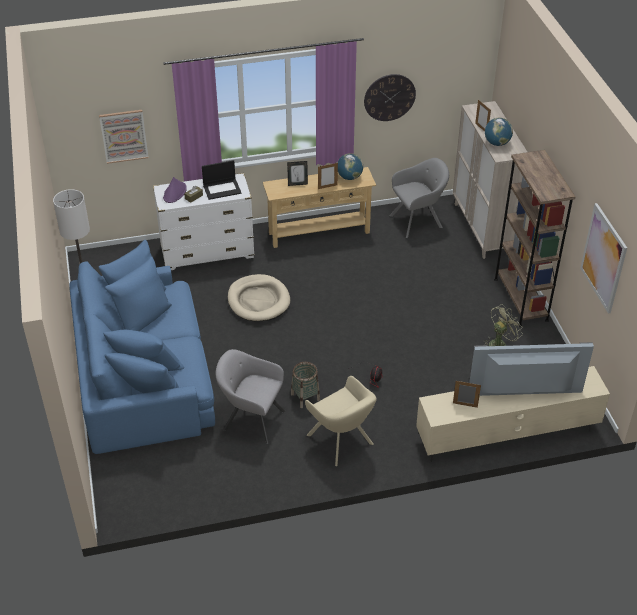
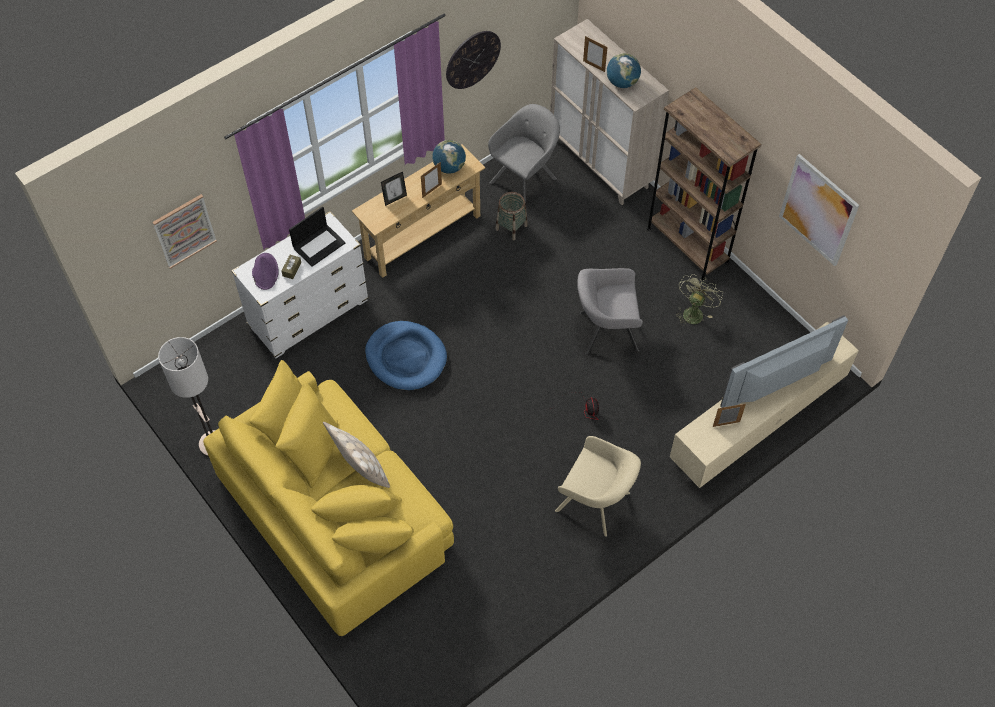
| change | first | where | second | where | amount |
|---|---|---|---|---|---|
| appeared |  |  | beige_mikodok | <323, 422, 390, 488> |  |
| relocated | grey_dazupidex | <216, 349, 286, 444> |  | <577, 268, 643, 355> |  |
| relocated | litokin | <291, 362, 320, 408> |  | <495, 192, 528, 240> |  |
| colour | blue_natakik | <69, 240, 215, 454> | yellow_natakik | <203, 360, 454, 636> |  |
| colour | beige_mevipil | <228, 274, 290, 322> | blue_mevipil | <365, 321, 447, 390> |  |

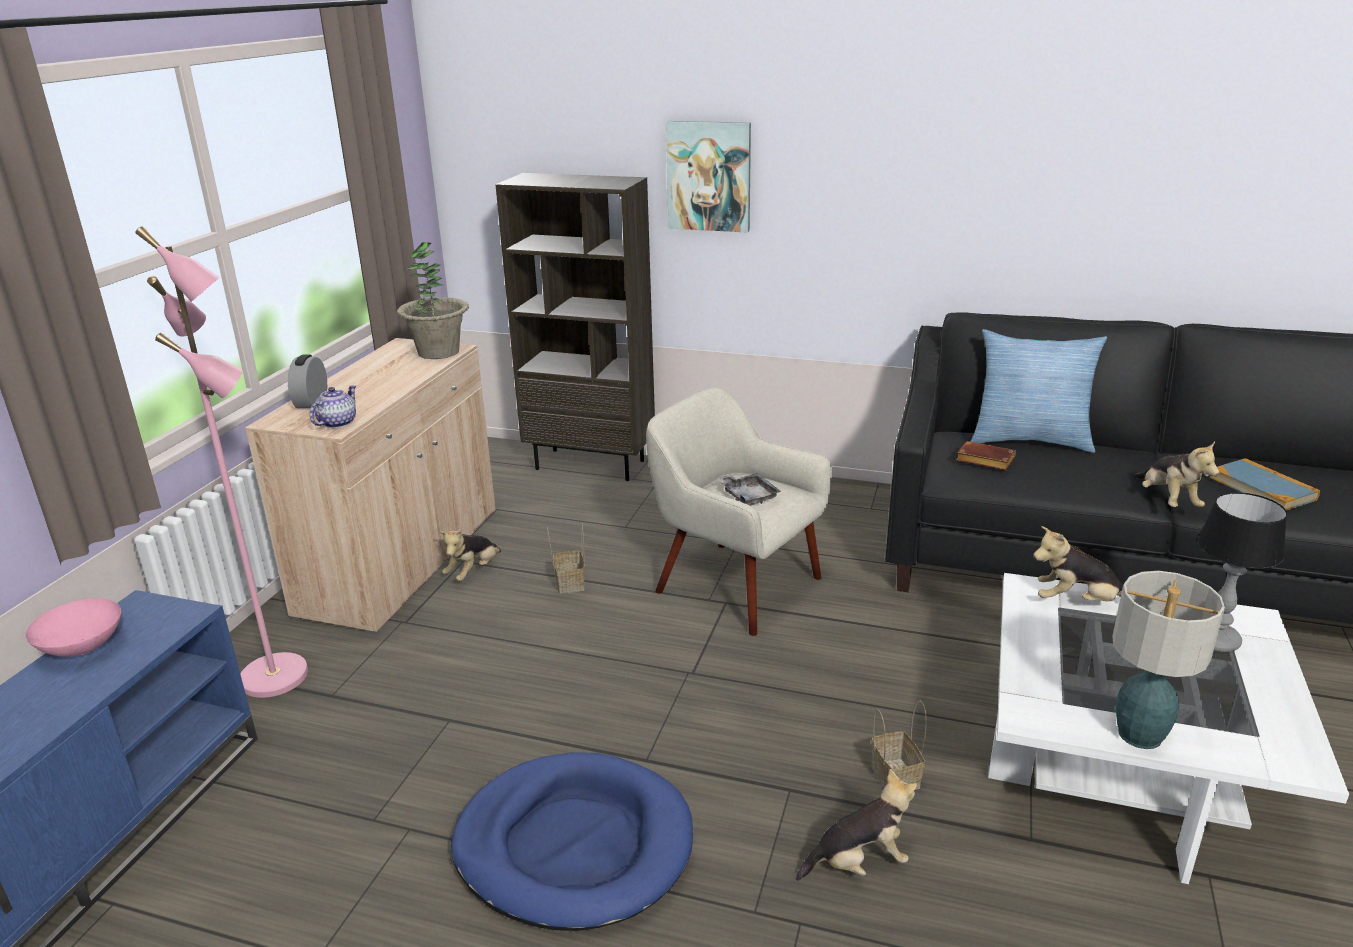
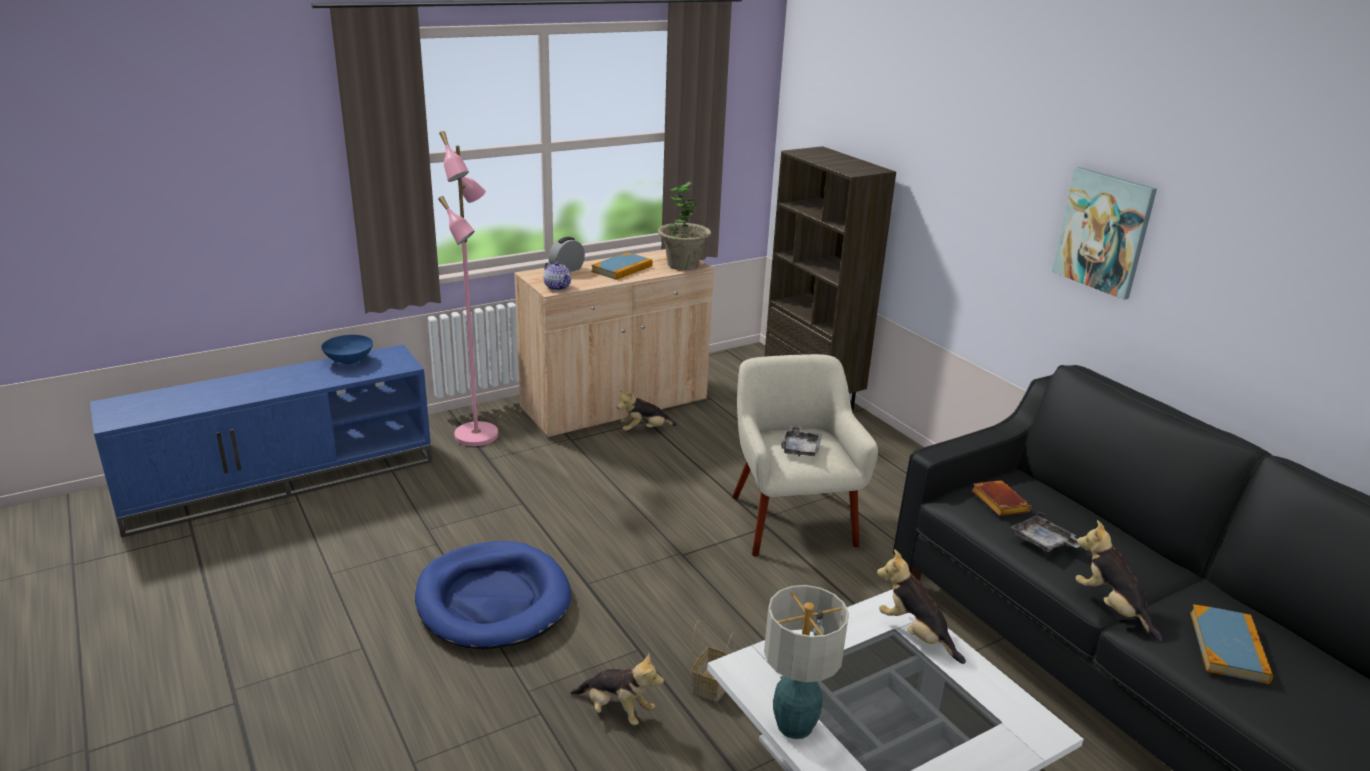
| change | first | where | second | where | amount |
|---|---|---|---|---|---|
| missing | litokin | <547, 523, 585, 594> |  |  |  |
| missing | mikodok | <971, 329, 1107, 453> |  |  |  |
| missing | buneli | <1197, 492, 1287, 652> |  |  |  |
| appeared |  |  | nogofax | <592, 252, 653, 280> |  |
| appeared |  |  | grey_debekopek | <1011, 511, 1080, 552> |  |
| relocated | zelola | <666, 121, 751, 233> |  | <1052, 167, 1157, 300> |  |
| colour | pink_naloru | <26, 598, 121, 657> | blue_naloru | <321, 335, 373, 365> |  |
| spun | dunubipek | <310, 385, 356, 428> |  | <544, 262, 571, 291> | 75 degrees clockwise |
| spun | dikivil | <1134, 441, 1220, 507> |  | <1076, 520, 1162, 641> | 120 degrees clockwise |

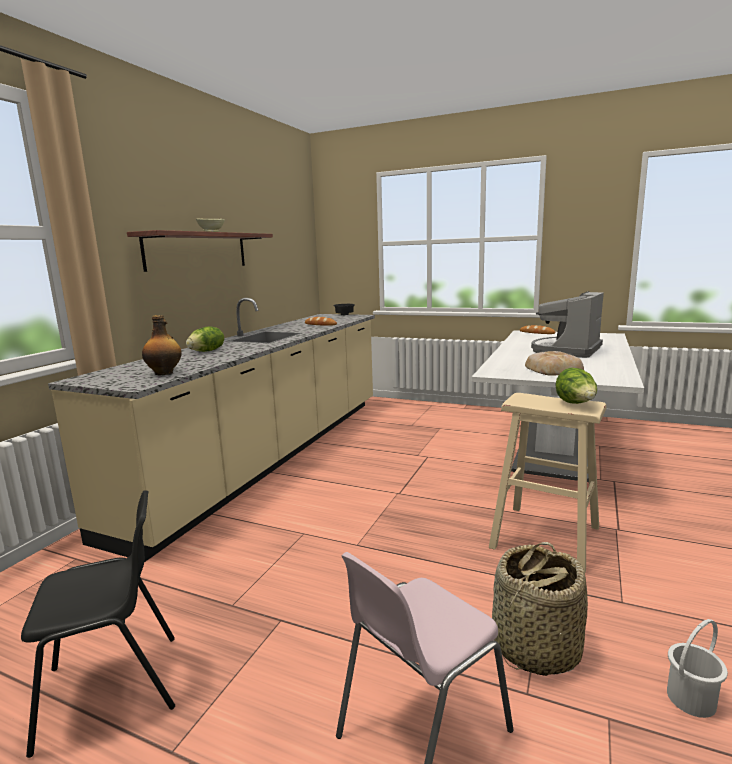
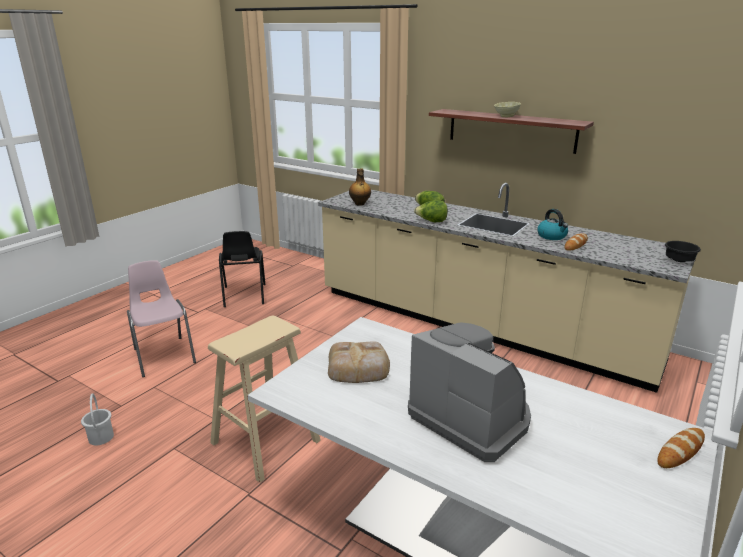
| change | first | where | second | where | amount |
|---|---|---|---|---|---|
| missing | litokin | <492, 542, 588, 676> |  |  |  |
| appeared |  |  | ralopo | <537, 209, 568, 240> |  |
| relocated | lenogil | <555, 368, 597, 404> |  | <414, 200, 448, 222> |  |

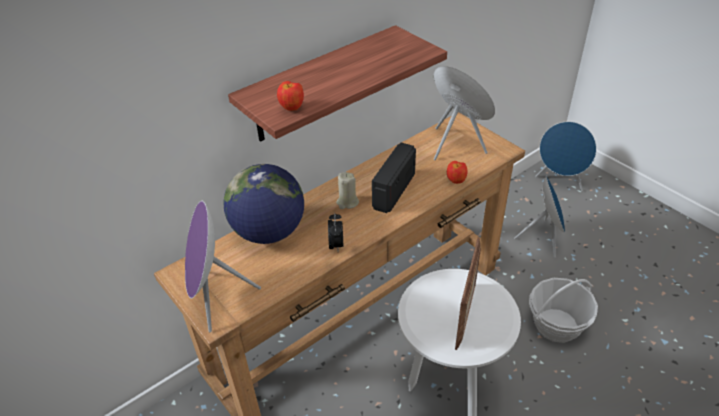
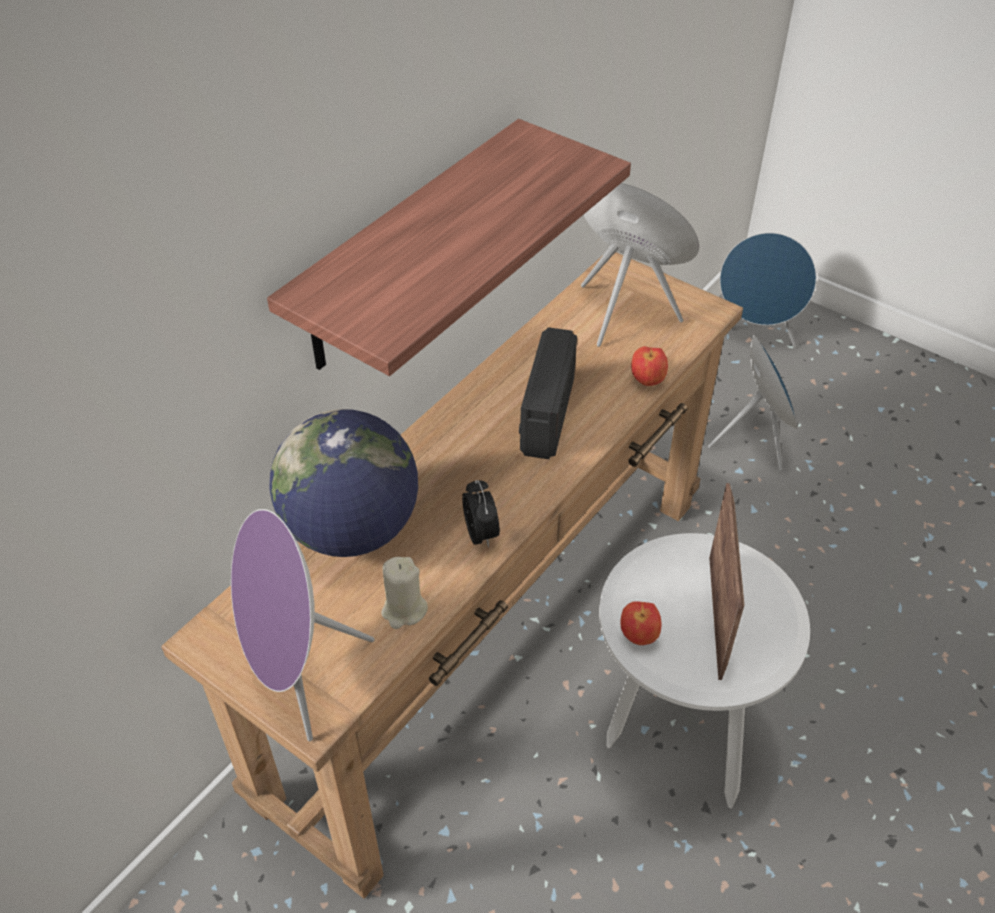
| change | first | where | second | where | amount |
|---|---|---|---|---|---|
| missing | litokin | <529, 278, 598, 343> |  |  |  |
| relocated | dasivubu | <277, 81, 304, 111> |  | <620, 602, 662, 645> |  |
| relocated | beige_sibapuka | <336, 172, 359, 209> |  | <381, 557, 428, 629> |  |

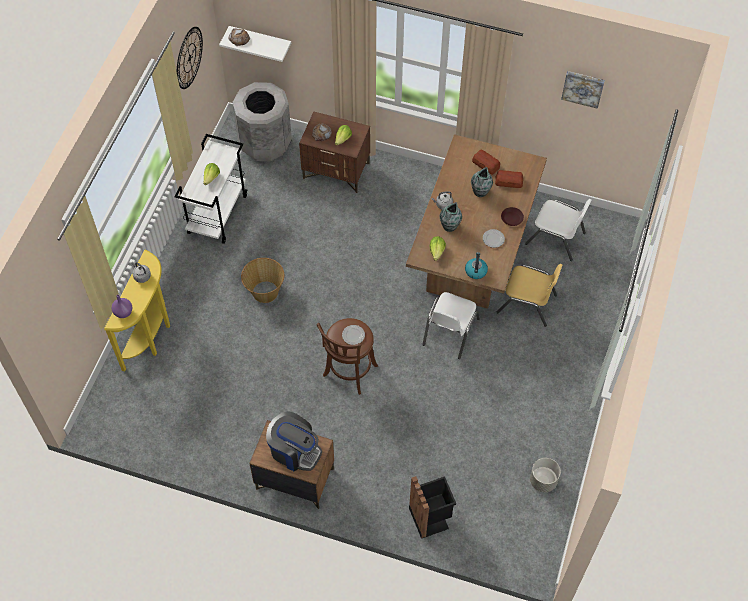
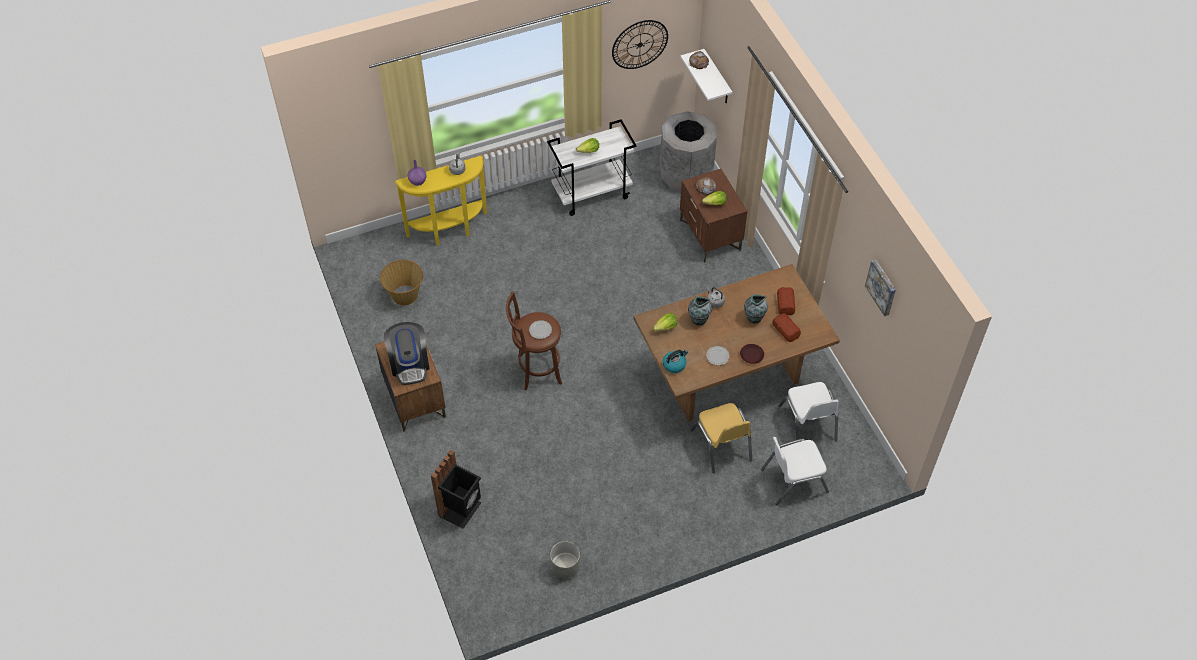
| change | first | where | second | where | amount |
|---|---|---|---|---|---|
| relocated | litokin | <241, 258, 284, 303> |  | <380, 260, 423, 306> |  |
| relocated | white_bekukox | <422, 292, 480, 359> |  | <761, 437, 829, 505> |  |

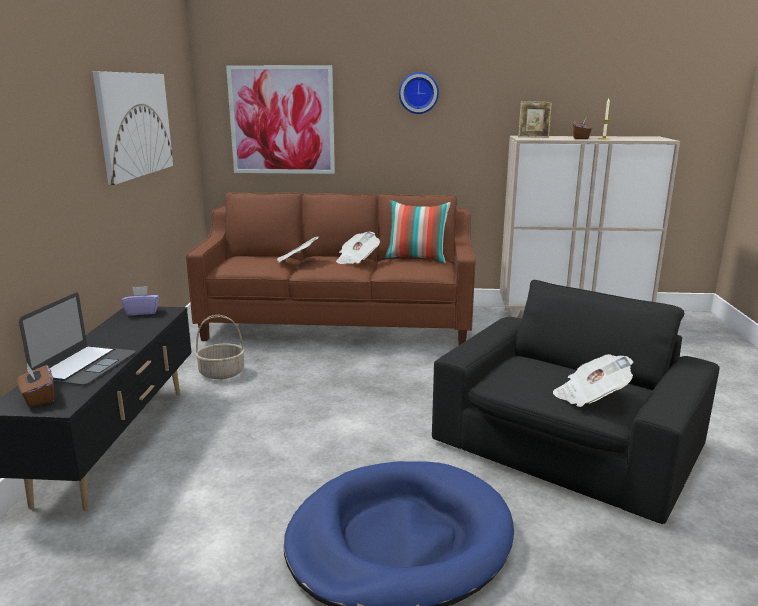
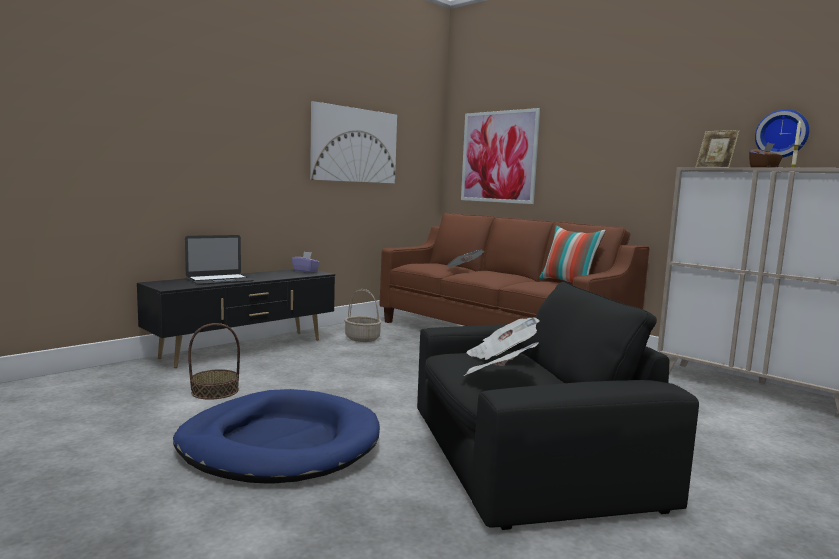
| change | first | where | second | where | amount |
|---|---|---|---|---|---|
| missing | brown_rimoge | <18, 363, 54, 407> |  |  |  |
| appeared |  |  | litokin | <188, 323, 240, 400> |  |
| relocated | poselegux | <336, 231, 380, 264> |  | <467, 318, 540, 360> |  |
| relocated | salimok | <399, 72, 439, 114> |  | <755, 109, 809, 157> |  |

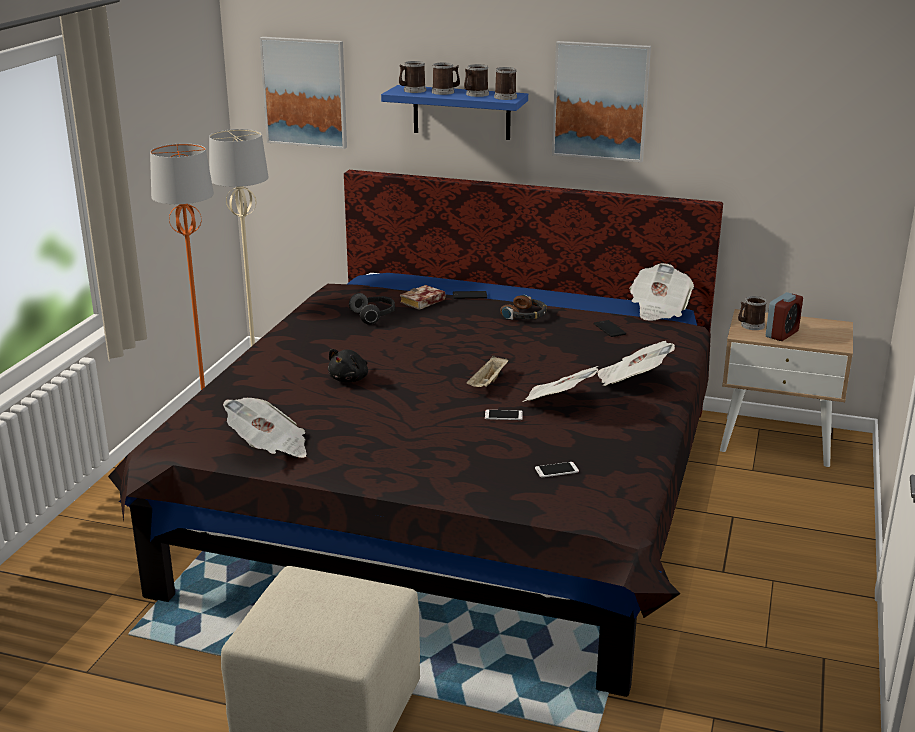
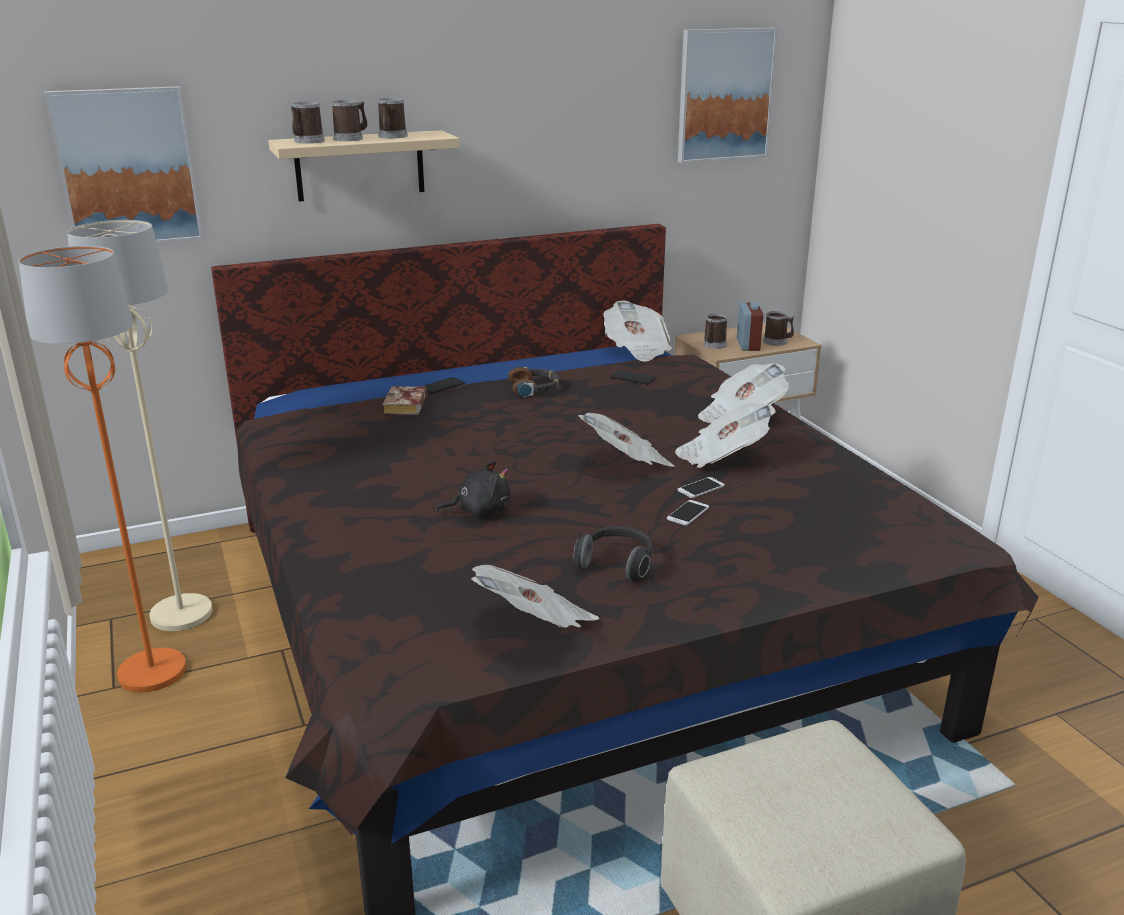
| change | first | where | second | where | amount |
|---|---|---|---|---|---|
| relocated | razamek | <349, 293, 395, 325> |  | <574, 526, 652, 582> |  |
| relocated | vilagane | <494, 67, 517, 100> |  | <763, 311, 794, 346> |  |
| relocated | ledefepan | <535, 462, 579, 477> |  | <667, 500, 709, 526> |  |
| relocated | zelola | <552, 41, 651, 162> |  | <678, 28, 778, 163> |  |
| exchanged | beige_debekopek | <466, 355, 508, 387> | poselegux | <578, 413, 675, 467> |  |
| colour | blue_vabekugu | <381, 85, 528, 140> | beige_vabekugu | <268, 130, 460, 202> |  |
| spun | black_dikivil | <328, 349, 368, 382> |  | <436, 461, 511, 517> | 90 degrees counterclockwise |

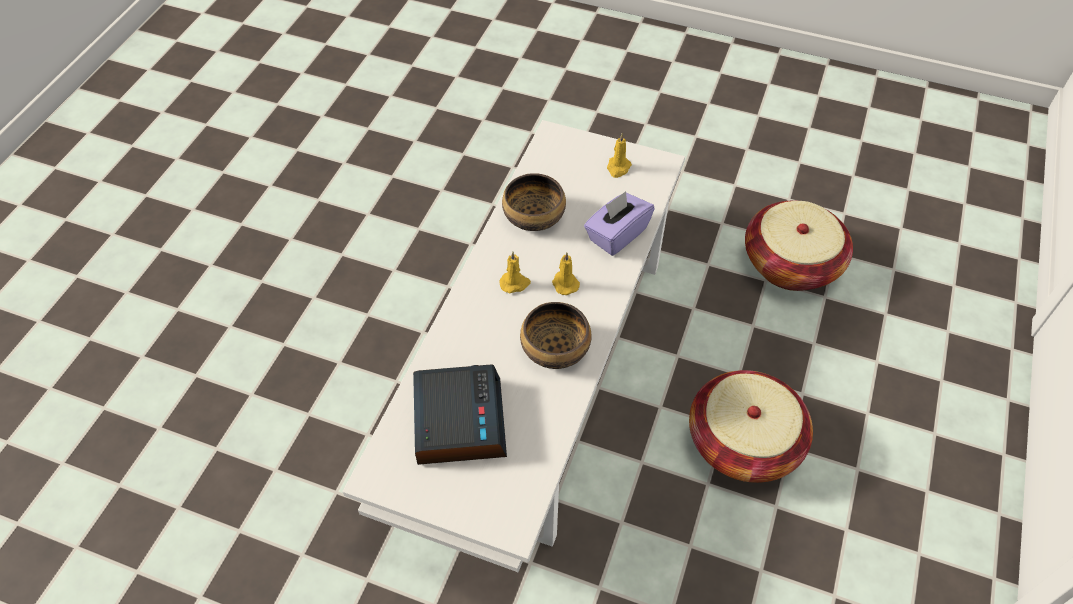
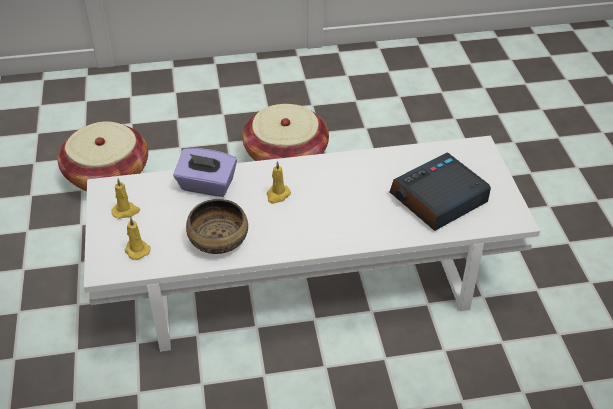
| change | first | where | second | where | amount |
|---|---|---|---|---|---|
| missing | naloru | <520, 302, 592, 369> |  |  |  |
| relocated | yellow_sibapuka | <499, 252, 531, 293> |  | <125, 217, 151, 260> |  |

